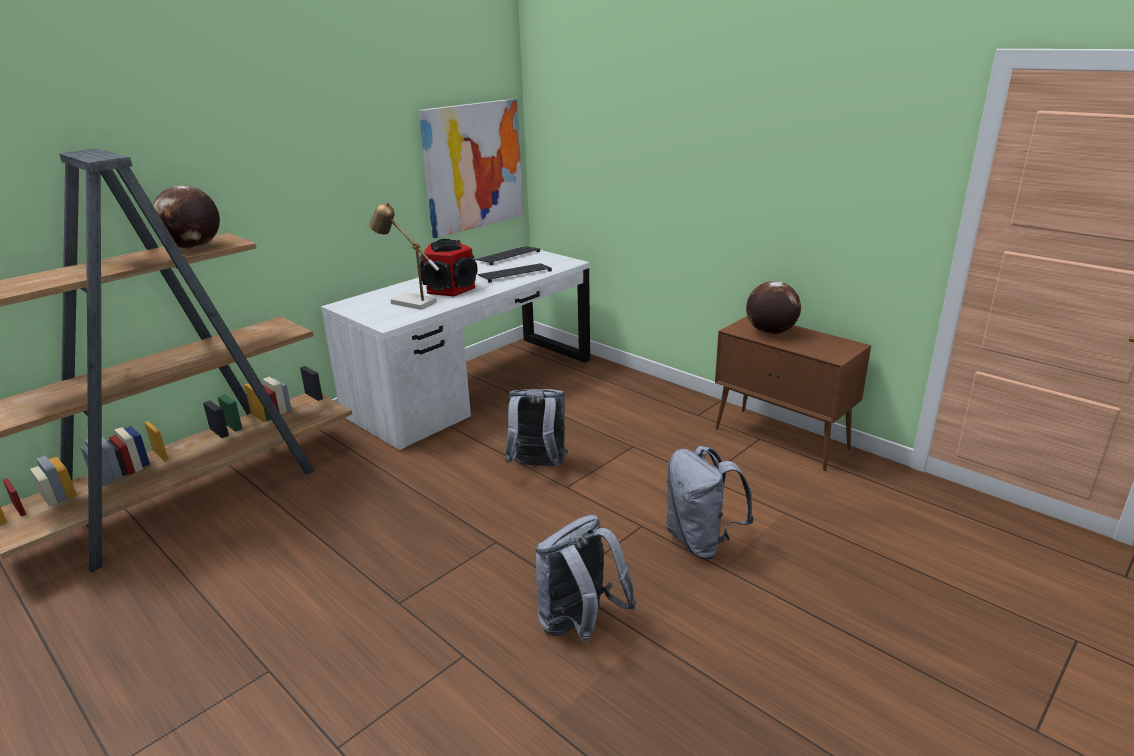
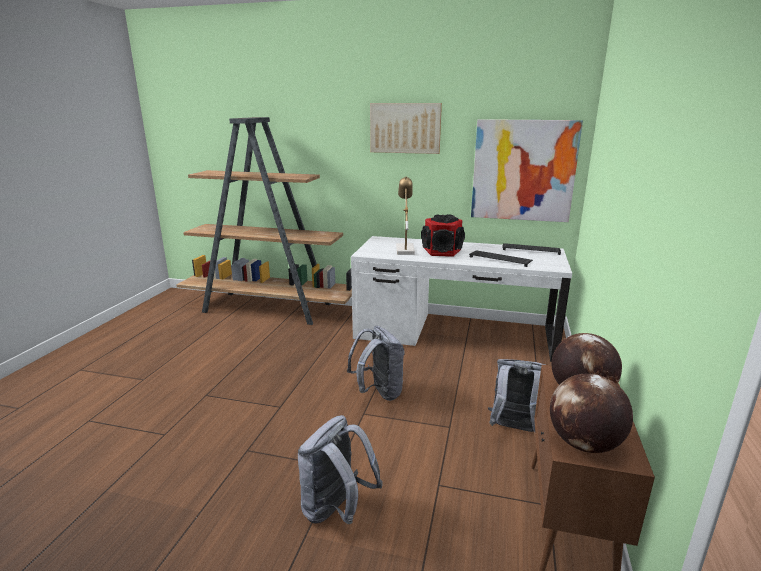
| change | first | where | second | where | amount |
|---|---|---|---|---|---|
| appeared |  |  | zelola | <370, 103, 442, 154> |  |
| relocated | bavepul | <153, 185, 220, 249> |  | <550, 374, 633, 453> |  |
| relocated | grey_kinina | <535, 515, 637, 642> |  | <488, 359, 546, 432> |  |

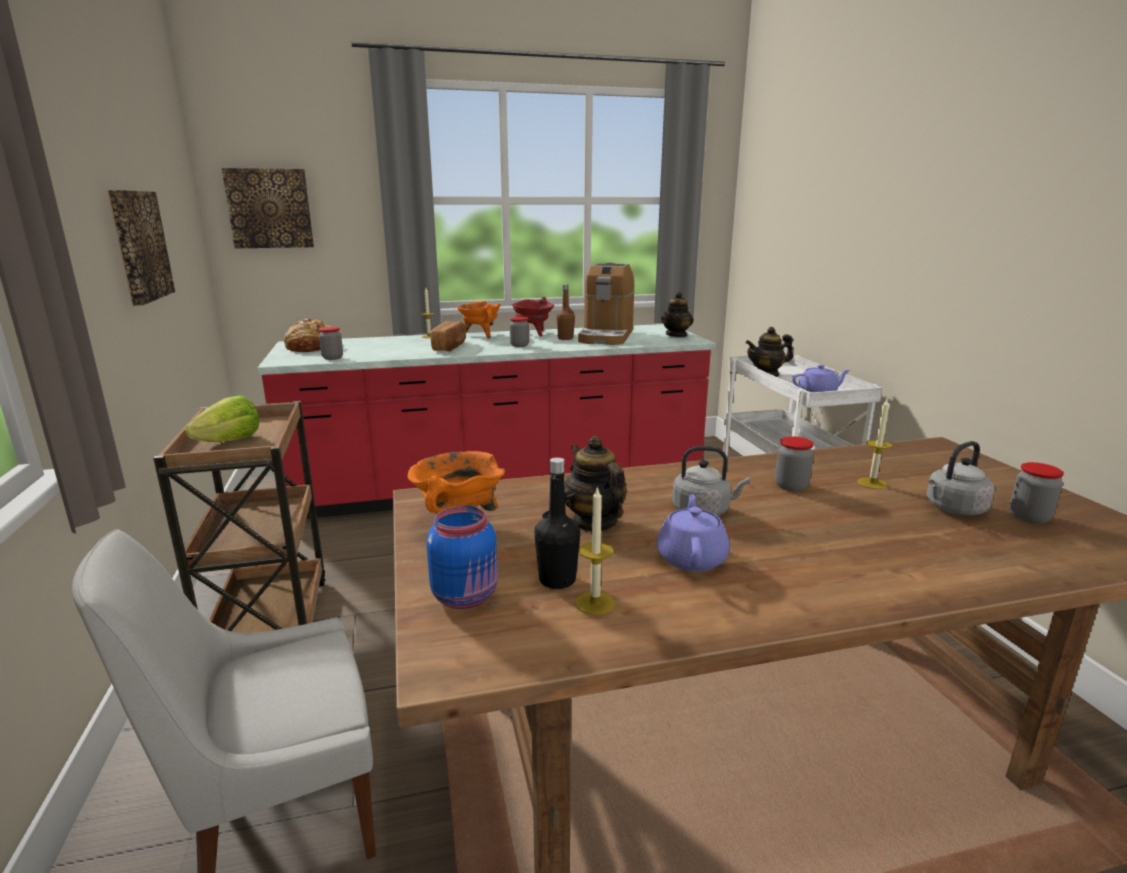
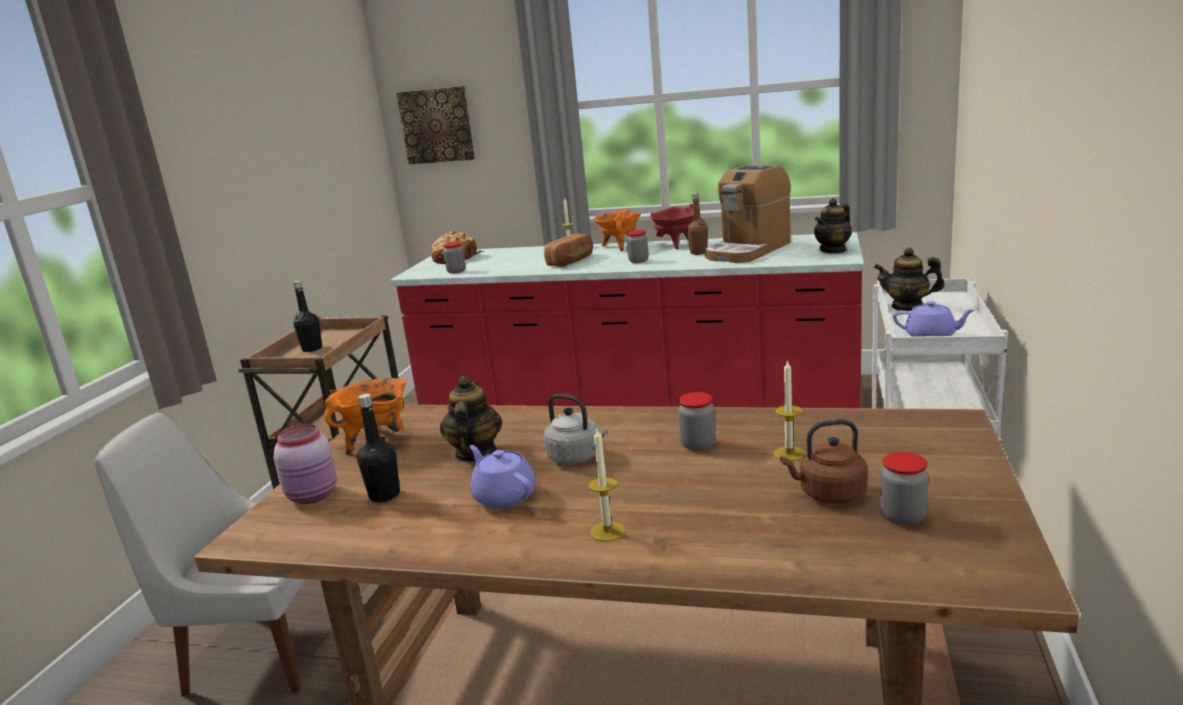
| change | first | where | second | where | amount |
|---|---|---|---|---|---|
| missing | zelola | <107, 190, 175, 306> |  |  |  |
| relocated | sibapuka | <576, 486, 615, 615> |  | <587, 429, 626, 542> |  |
| exchanged | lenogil | <185, 395, 259, 442> | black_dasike | <293, 281, 322, 352> |  |
| colour | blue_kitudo | <426, 506, 498, 609> | pink_kitudo | <274, 424, 337, 504> |  |
| colour | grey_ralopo | <926, 441, 995, 516> | brown_ralopo | <780, 419, 868, 504> |  |
| spun | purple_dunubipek | <657, 494, 730, 571> |  | <470, 445, 536, 509> | 75 degrees counterclockwise |

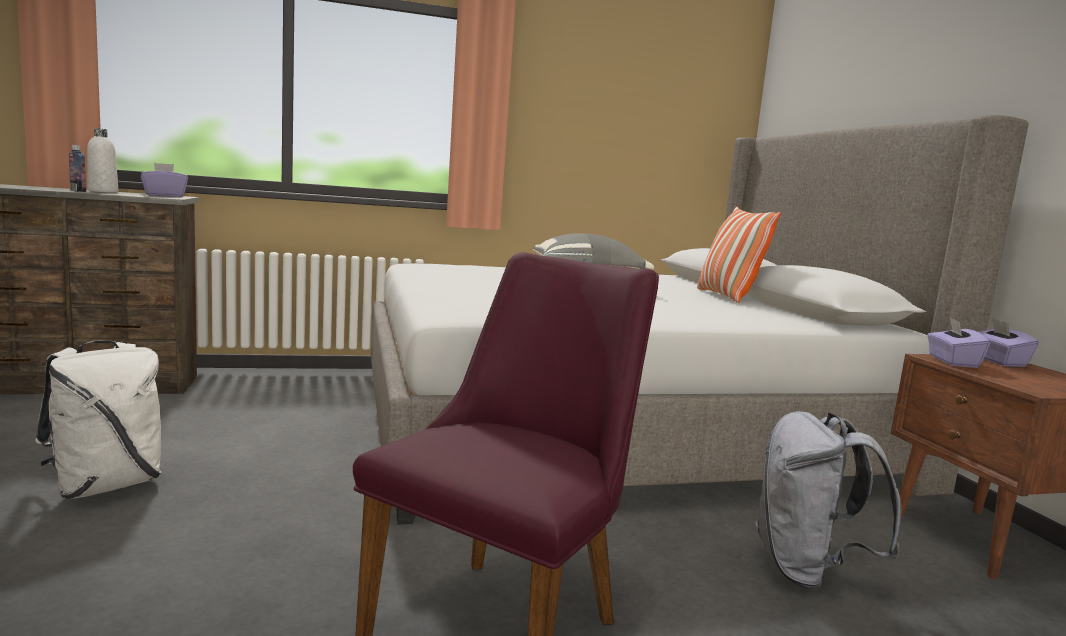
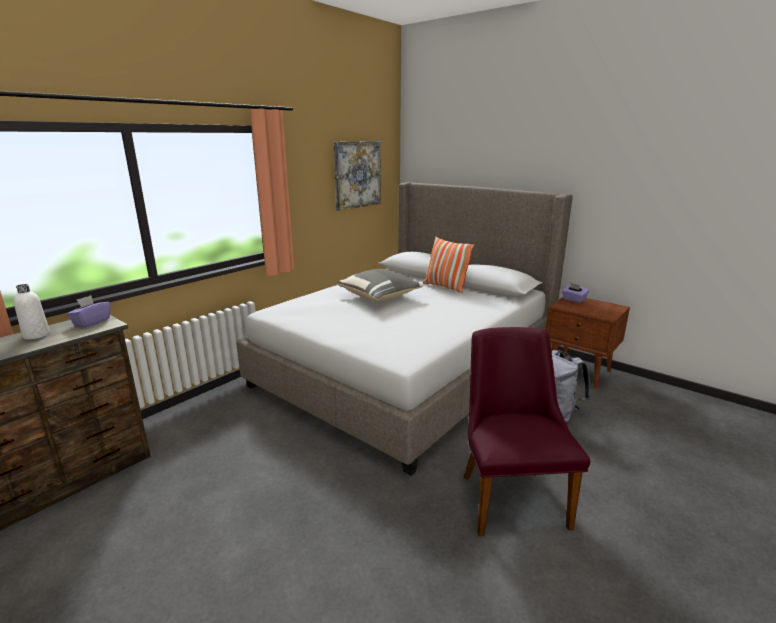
| change | first | where | second | where | amount |
|---|---|---|---|---|---|
| missing | white_kinina | <35, 340, 161, 499> |  |  |  |
| missing | dasike | <69, 145, 86, 192> |  |  |  |
| missing | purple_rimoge | <927, 318, 990, 368> |  |  |  |
| appeared |  |  | zelola | <334, 141, 381, 211> |  |

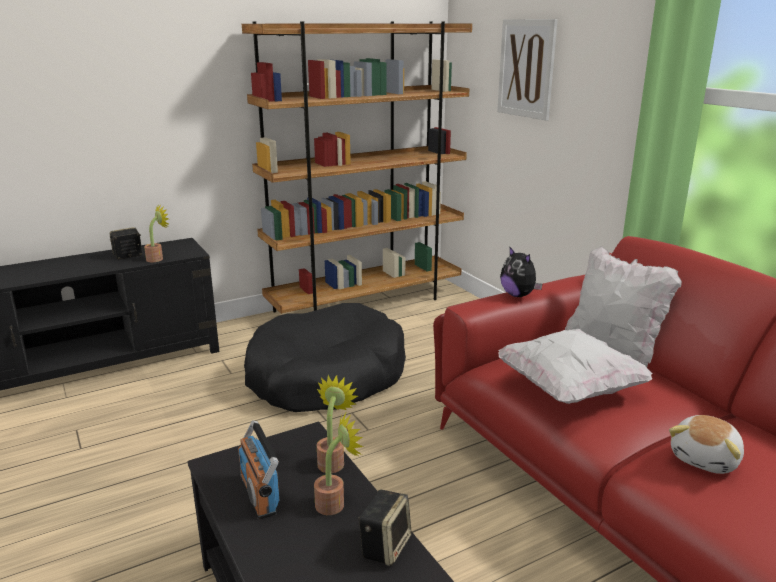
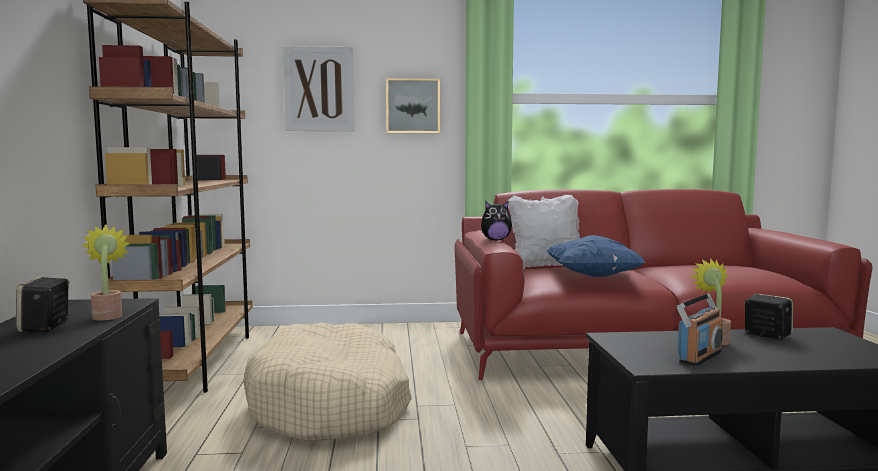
| change | first | where | second | where | amount |
|---|---|---|---|---|---|
| missing | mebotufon | <317, 375, 358, 473> |  |  |  |
| missing | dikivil | <669, 415, 744, 474> |  |  |  |
| appeared |  |  | zelola | <386, 78, 440, 133> |  |
| colour | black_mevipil | <244, 303, 406, 412> | beige_mevipil | <243, 322, 412, 442> |  |
| colour | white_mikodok | <498, 329, 653, 404> | blue_mikodok | <547, 235, 645, 277> |  |
| spun | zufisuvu | <238, 420, 279, 520> |  | <677, 293, 723, 366> | 45 degrees counterclockwise |

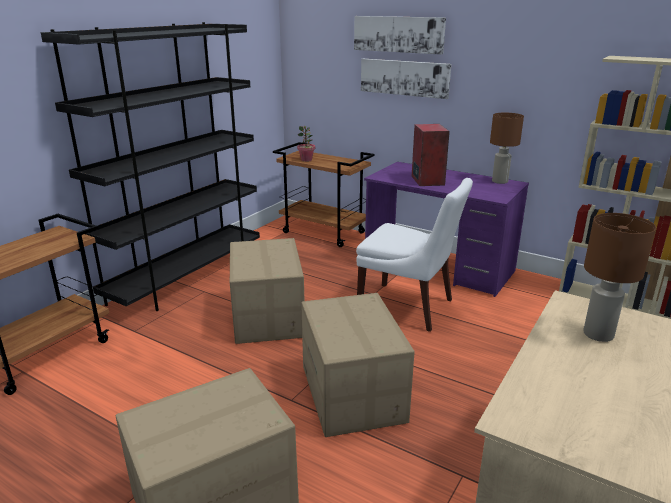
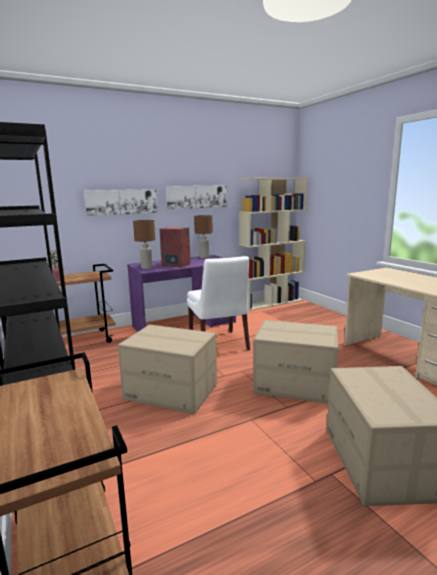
| change | first | where | second | where | amount |
|---|---|---|---|---|---|
| relocated | zelola | <354, 16, 446, 55> |  | <166, 185, 227, 209> |  |
| relocated | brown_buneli | <583, 213, 656, 342> |  | <133, 220, 155, 269> |  |
| spun | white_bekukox | <356, 178, 473, 332> |  | <187, 256, 250, 350> | 105 degrees clockwise |

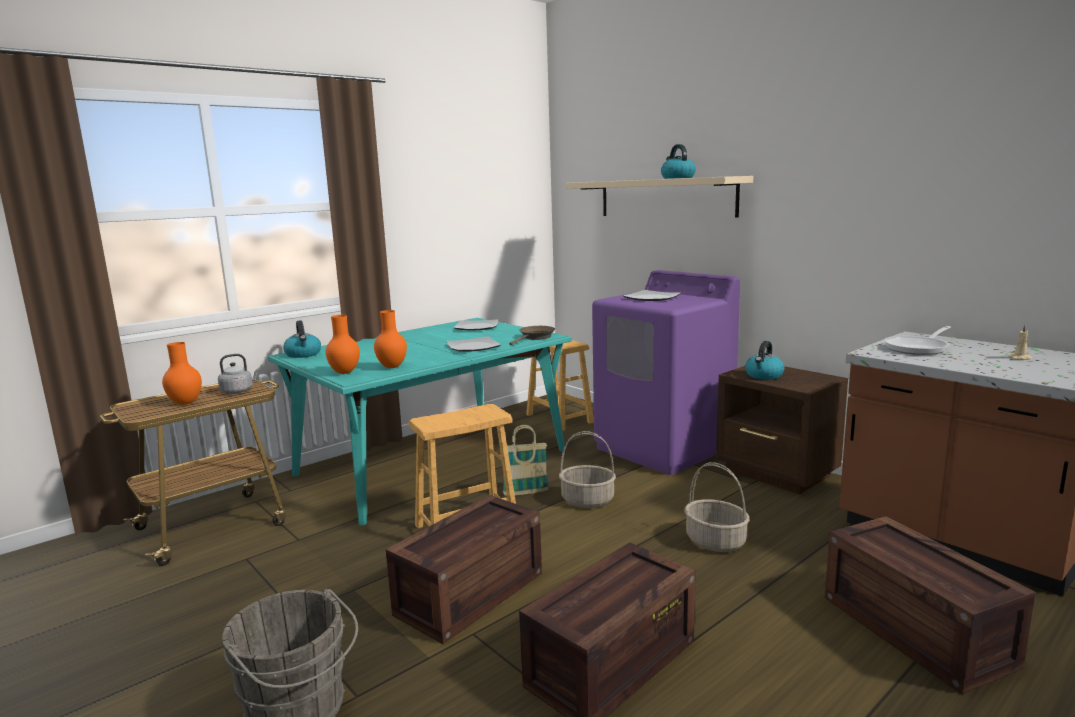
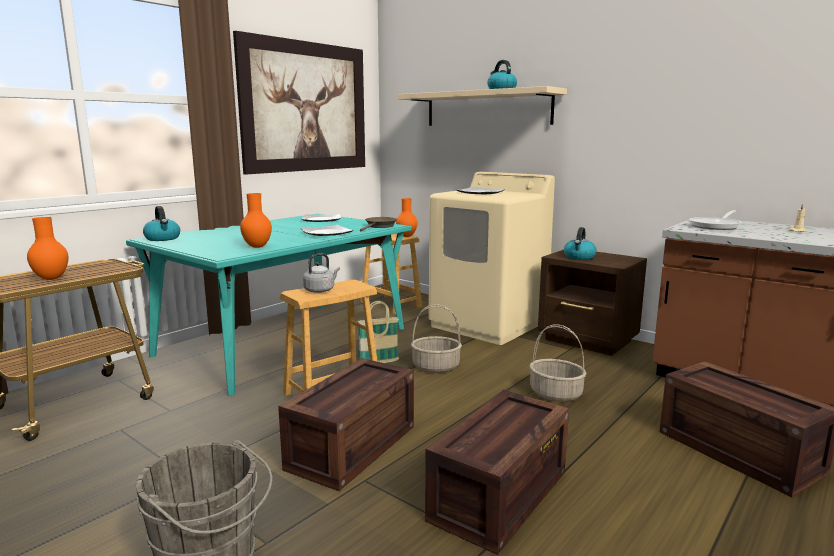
| change | first | where | second | where | amount |
|---|---|---|---|---|---|
| appeared |  |  | zelola | <233, 31, 365, 174> |  |
| relocated | grey_ralopo | <218, 354, 261, 394> |  | <303, 253, 340, 293> |  |
| relocated | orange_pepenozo | <325, 315, 360, 374> |  | <396, 198, 417, 237> |  |
| colour | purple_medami | <592, 270, 740, 475> | beige_medami | <429, 172, 555, 345> |  |

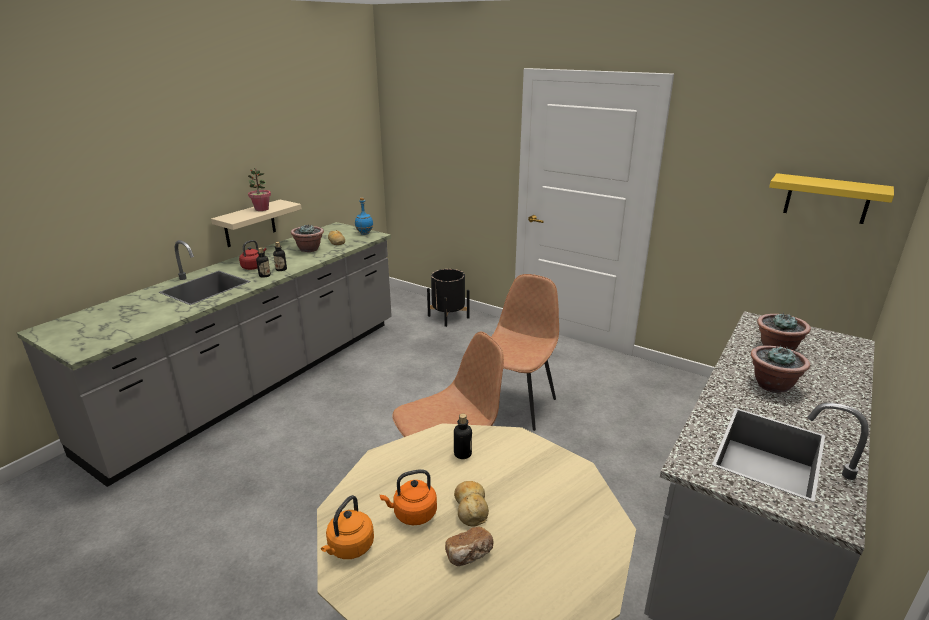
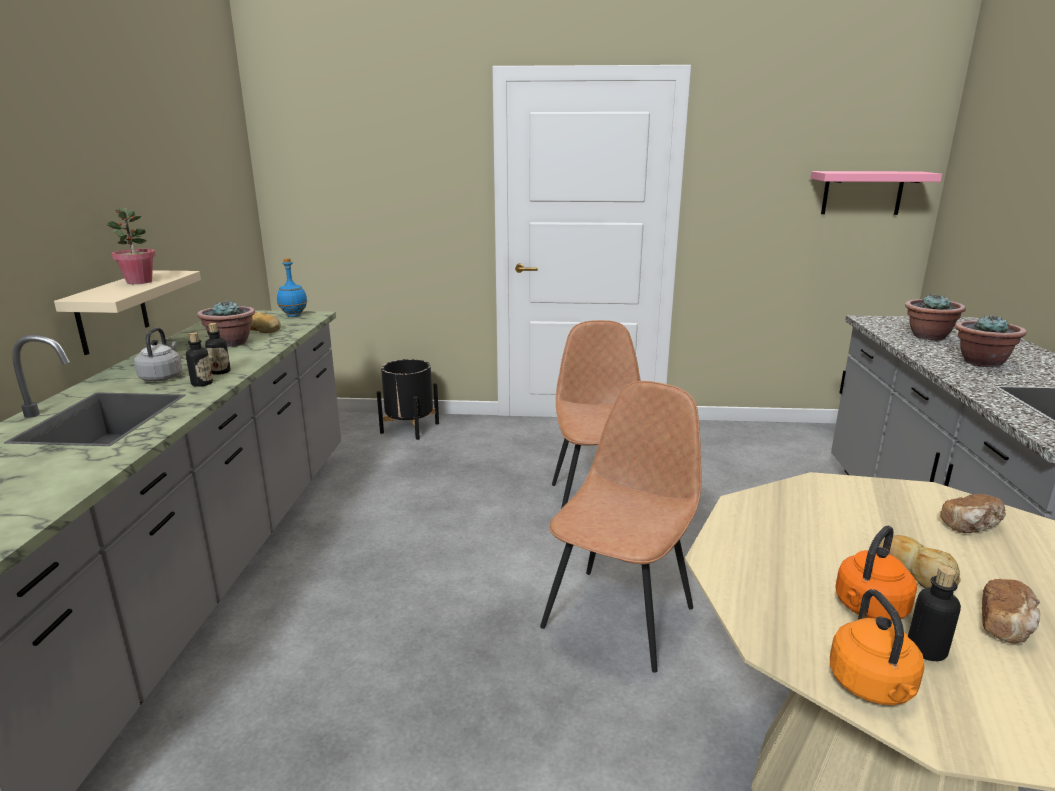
| change | first | where | second | where | amount |
|---|---|---|---|---|---|
| appeared |  |  | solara | <940, 494, 1006, 533> |  |
| relocated | dasike | <454, 414, 472, 459> |  | <908, 566, 961, 661> |  |
| colour | red_ralopo | <239, 240, 267, 270> | grey_ralopo | <134, 327, 182, 381> |  |
| colour | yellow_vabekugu | <769, 173, 894, 224> | pink_vabekugu | <810, 171, 942, 215> |  |

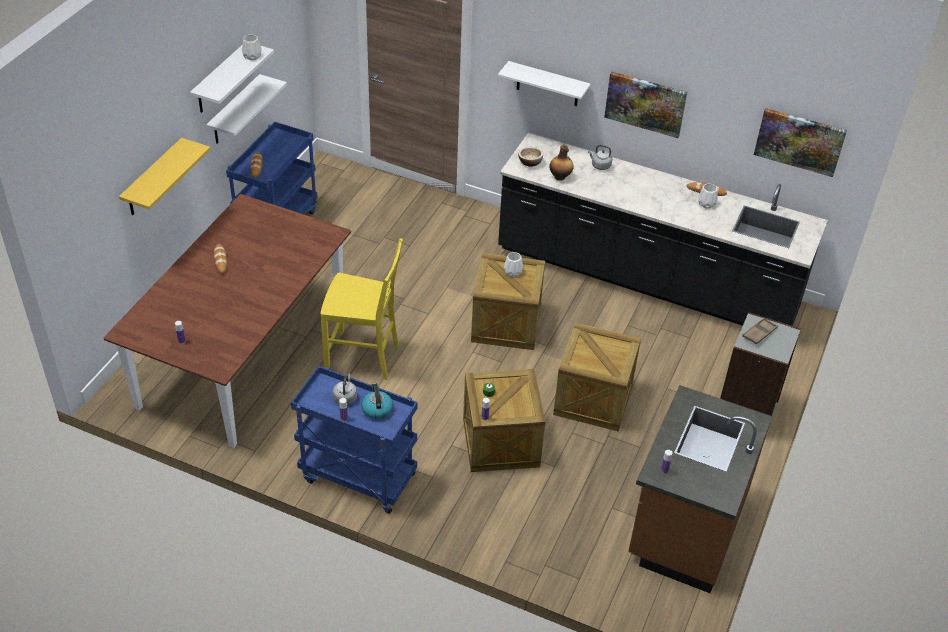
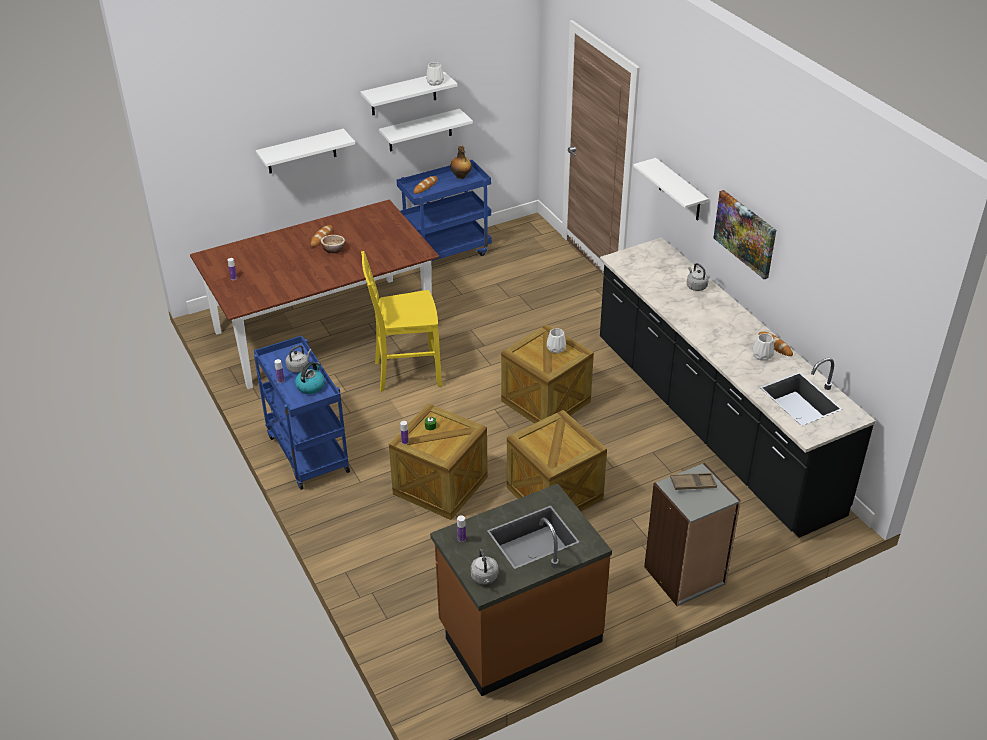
| change | first | where | second | where | amount |
|---|---|---|---|---|---|
| missing | zelola | <754, 108, 847, 177> |  |  |  |
| appeared |  |  | grey_ralopo | <471, 549, 498, 584> |  |
| relocated | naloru | <518, 147, 543, 167> |  | <321, 235, 345, 253> |  |
| relocated | dasike | <549, 145, 574, 180> |  | <451, 146, 472, 179> |  |
| colour | yellow_vabekugu | <119, 138, 211, 215> | white_vabekugu | <256, 129, 355, 173> |  |
| spun | yellow_bekukox | <321, 238, 403, 380> |  | <361, 251, 442, 392> | 120 degrees clockwise |

